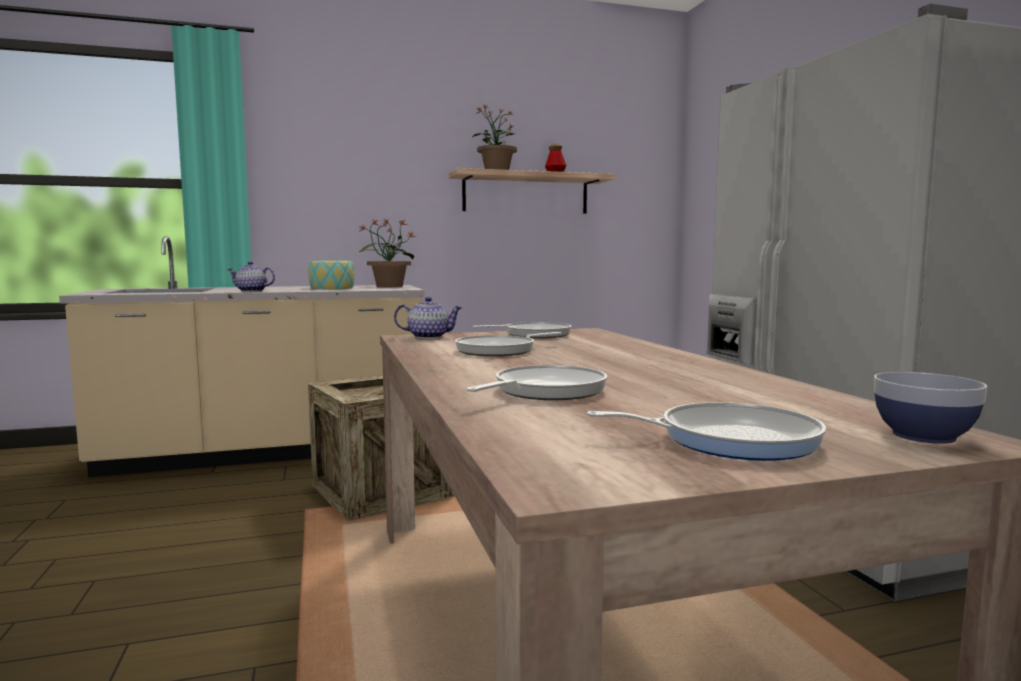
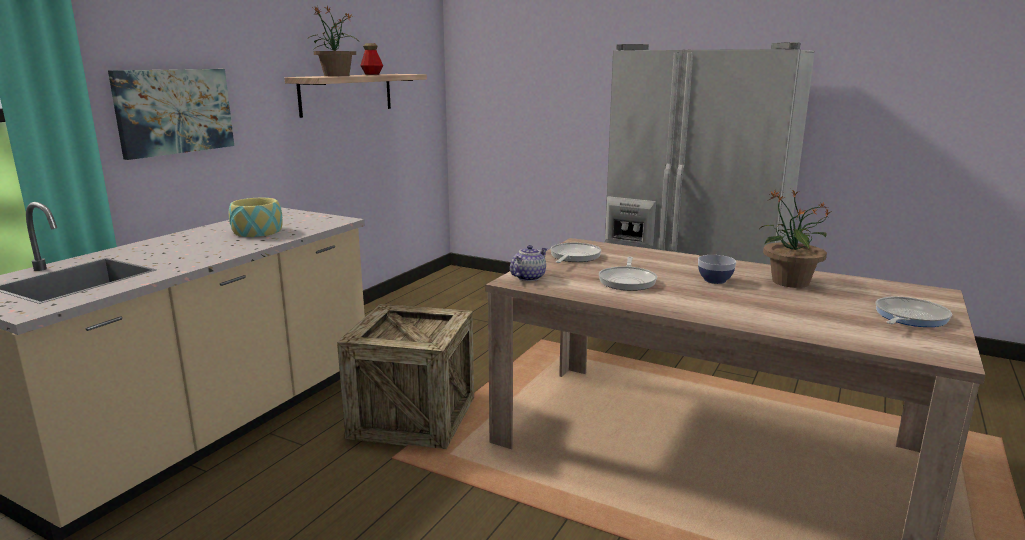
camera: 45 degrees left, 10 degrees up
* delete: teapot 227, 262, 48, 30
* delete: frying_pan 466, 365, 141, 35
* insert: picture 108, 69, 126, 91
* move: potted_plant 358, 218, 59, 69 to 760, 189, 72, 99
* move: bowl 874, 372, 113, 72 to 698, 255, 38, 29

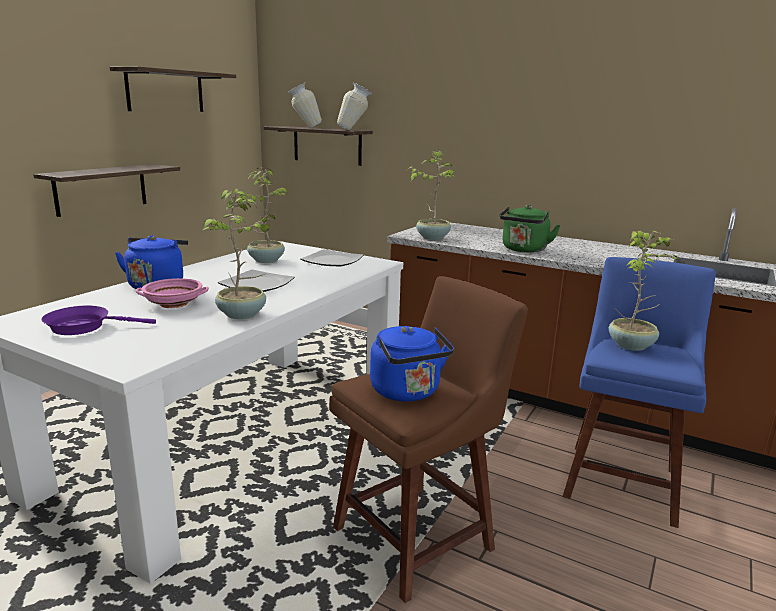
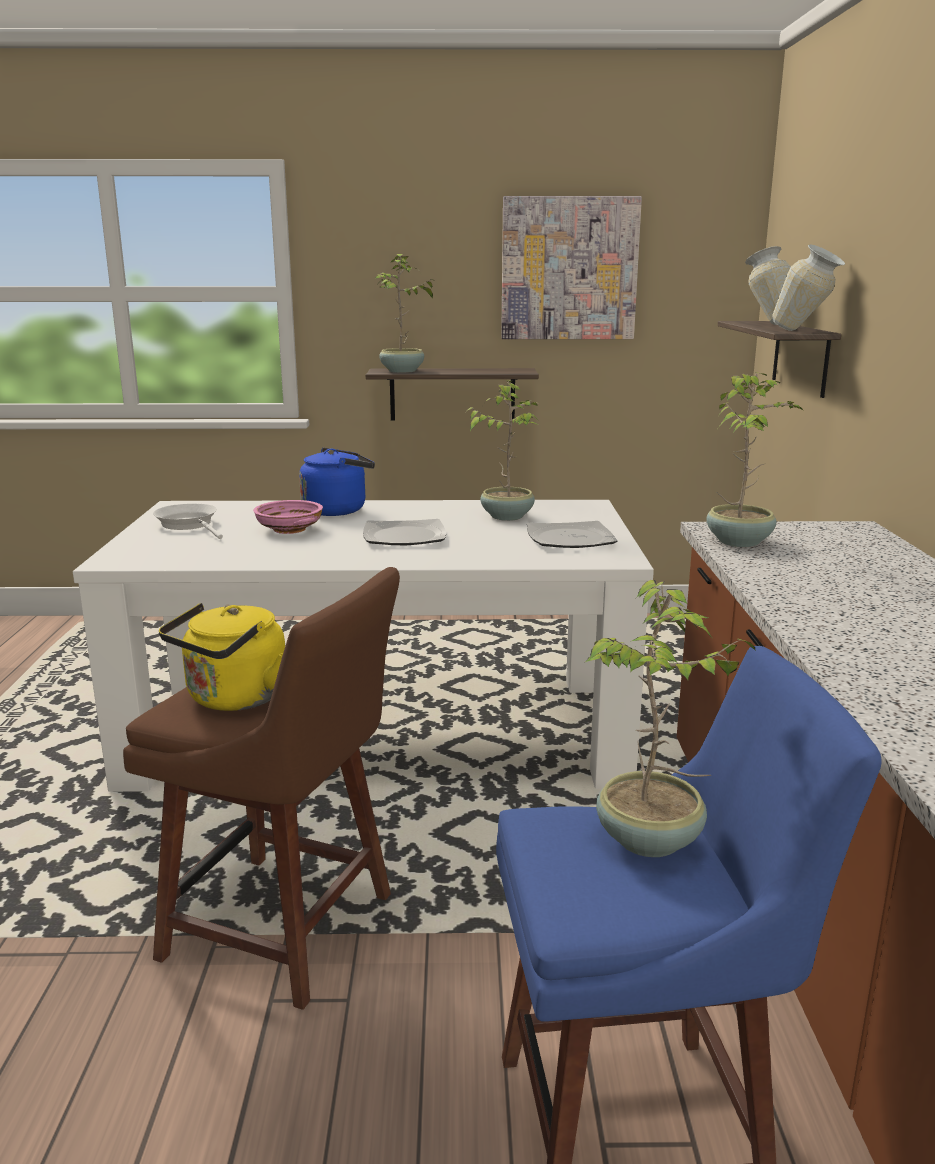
camera: 60 degrees right, 0 degrees up
* delete: green_kettle 499, 205, 62, 48
* move: potted_plant 202, 190, 73, 129 to 375, 254, 58, 119
* replace: shelf 110, 67, 126, 45 to picture 501, 196, 141, 143
* recolor: purple_frying_pan 41, 306, 115, 29 to white_frying_pan 153, 504, 70, 35
* recolor: blue_kettle 370, 326, 84, 76 to yellow_kettle 159, 603, 126, 108

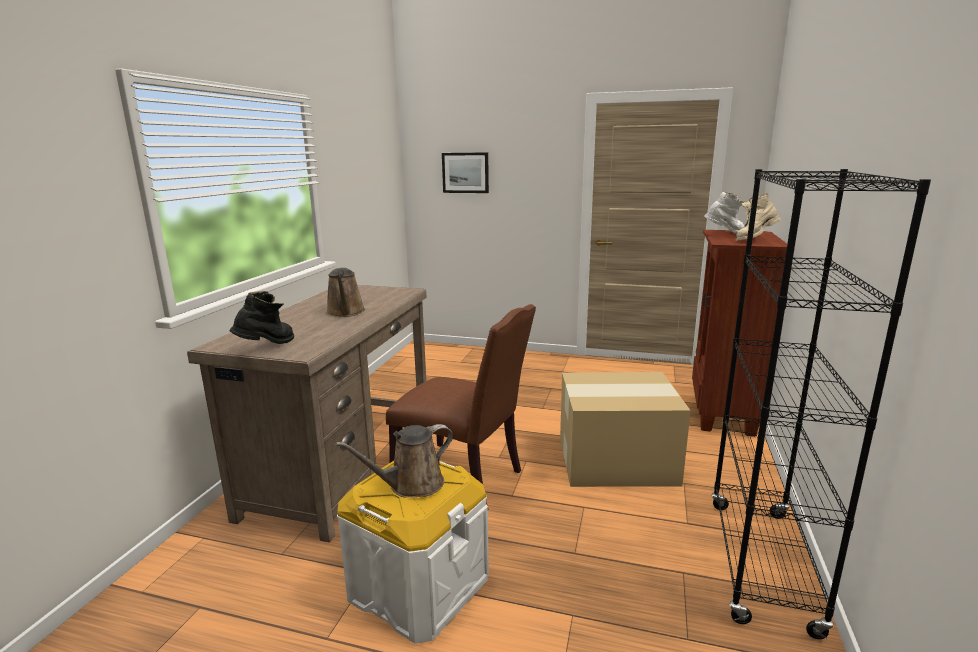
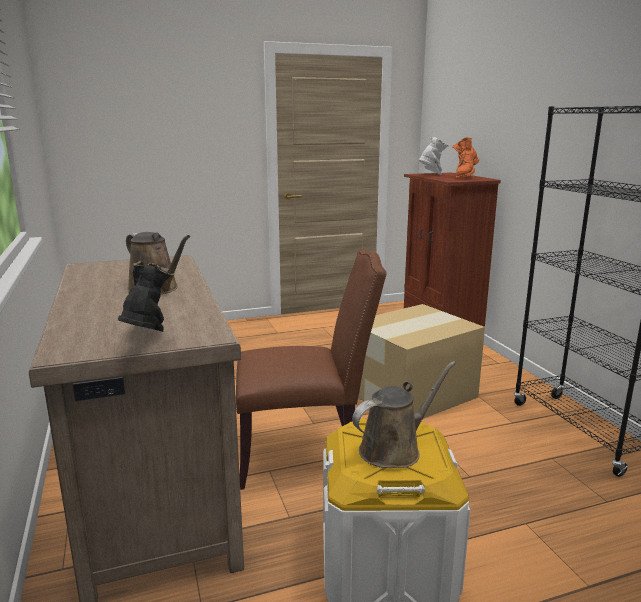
camera: 35 degrees left, 0 degrees up
* delete: picture 442, 152, 47, 41
* recolor: beige_boot 736, 193, 45, 48 to orange_boot 452, 137, 27, 42
* rotate: brown_watering_can 335, 424, 118, 73 = 352, 361, 104, 107 150 degrees counterclockwise

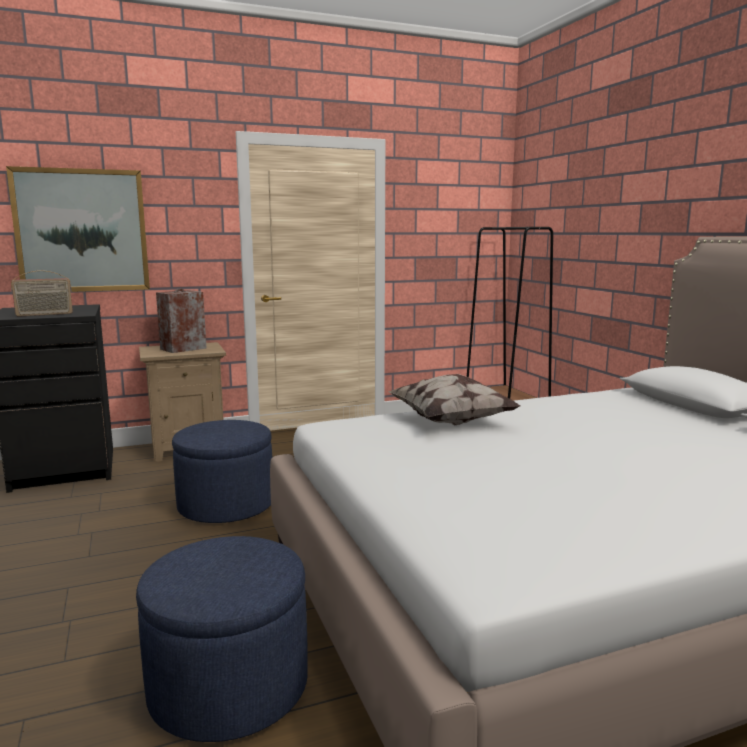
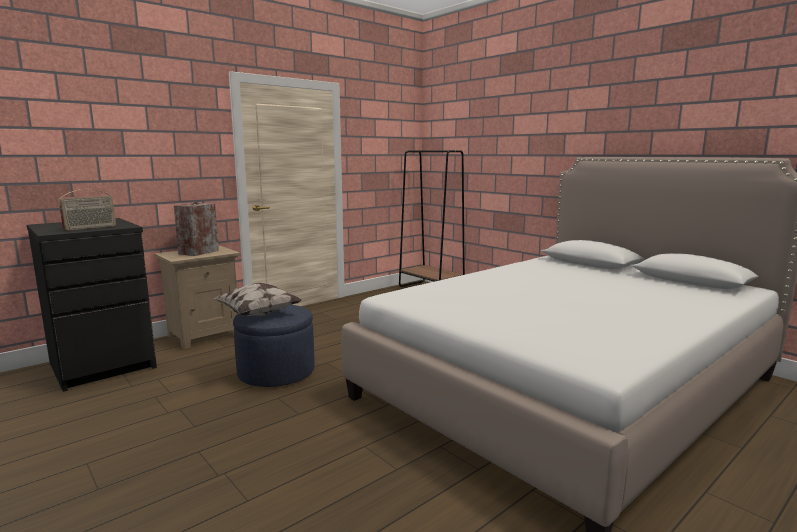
camera: 20 degrees left, 0 degrees up
* delete: picture 6, 166, 144, 126
* delete: blue_ottoman 136, 536, 172, 206
* move: pillow 389, 374, 131, 51 to 213, 282, 89, 35

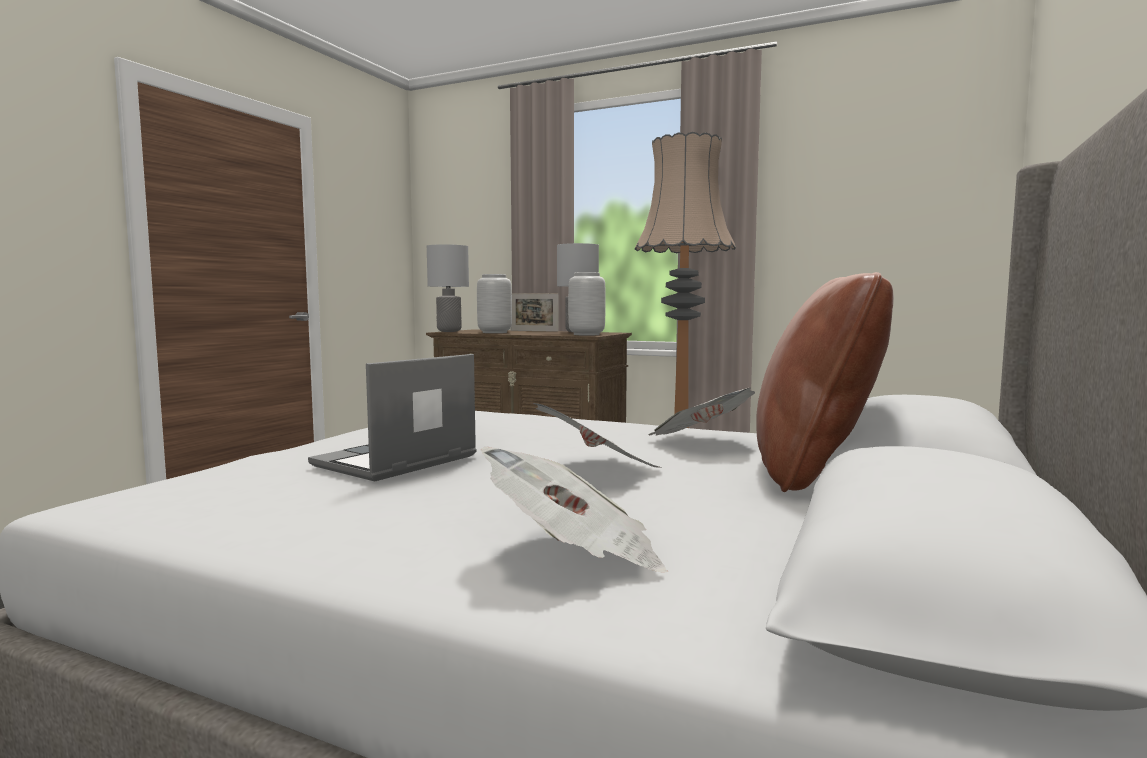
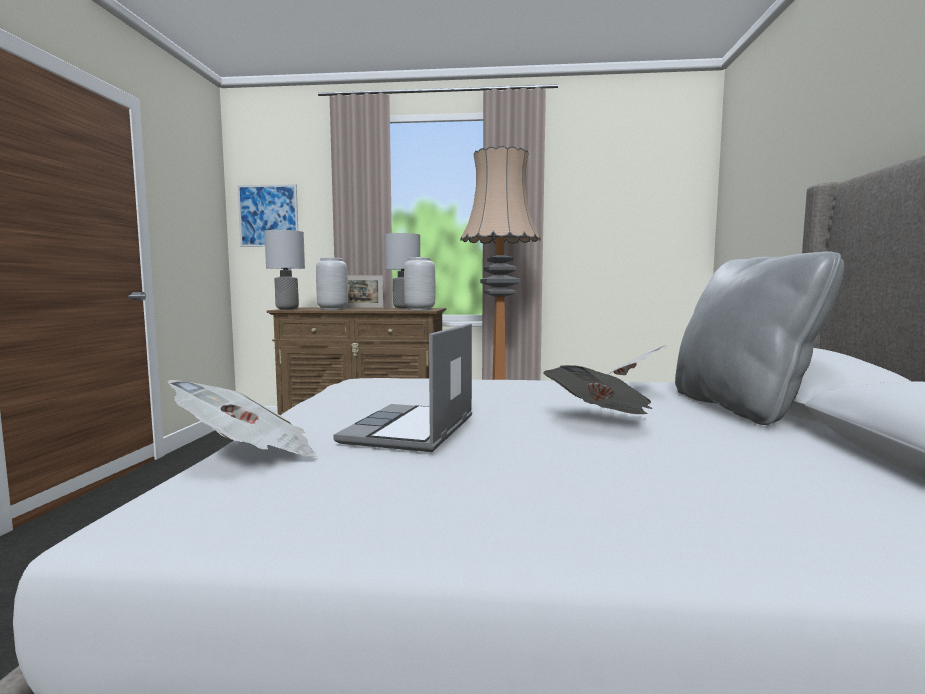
camera: 20 degrees left, 0 degrees up
* insert: picture 237, 184, 61, 63
* move: newspaper 481, 447, 188, 126 to 167, 380, 150, 77
* recolor: brown_pillow 756, 272, 138, 220 to grey_pillow 675, 251, 169, 174

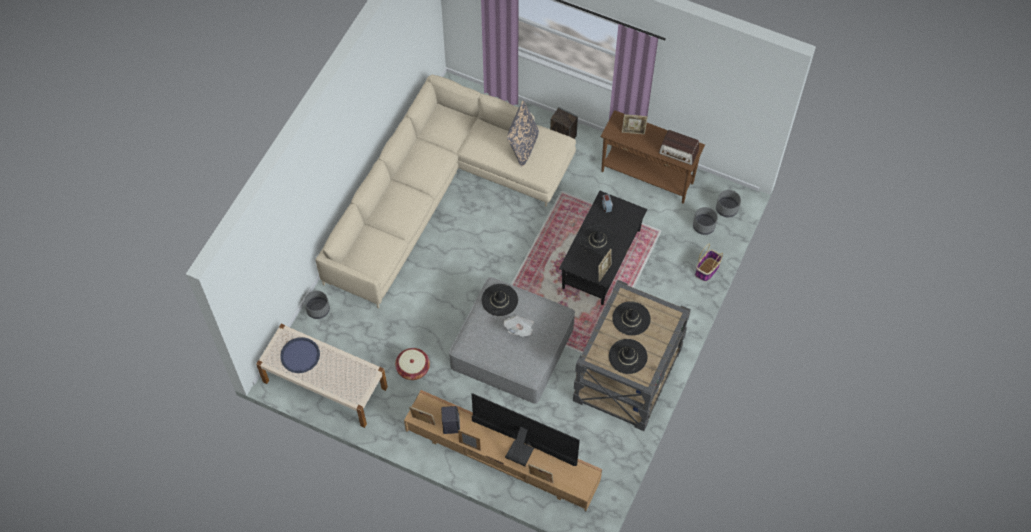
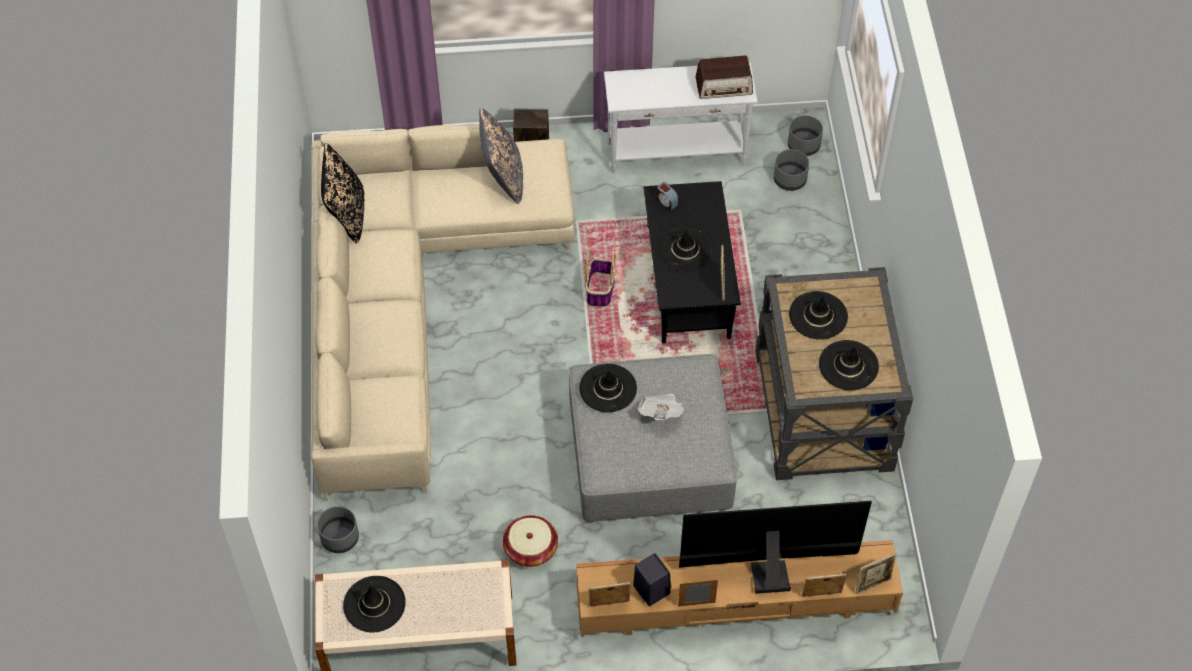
camera: 30 degrees left, 5 degrees down
* insert: black_pillow 321, 143, 44, 101
* move: picture_frame 622, 114, 26, 20 to 856, 553, 41, 41
* move: basket 695, 244, 28, 37 to 586, 249, 29, 58
* replace: blue_tray 280, 337, 40, 36 to black_hat 343, 576, 63, 56
* recolor: brown_console_table 600, 110, 105, 94 to white_console_table 604, 62, 154, 111

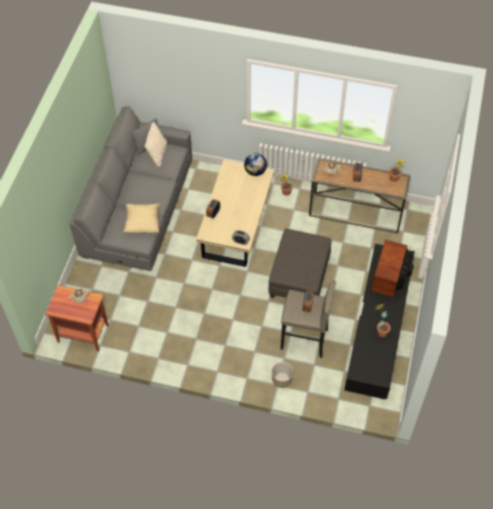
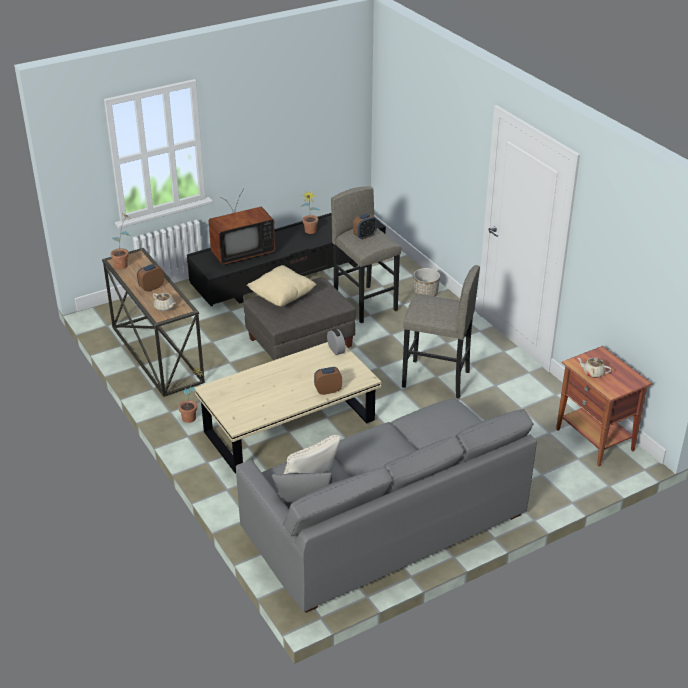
camera: 135 degrees left, 20 degrees down
* delete: globe 244, 153, 23, 23
* insert: grey_stool 402, 265, 78, 134
* move: beige_pillow 124, 203, 37, 30 to 247, 265, 69, 41

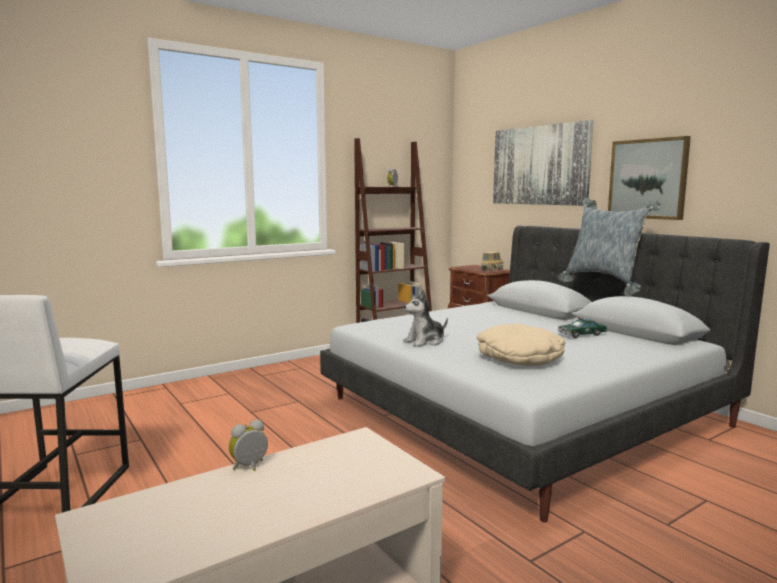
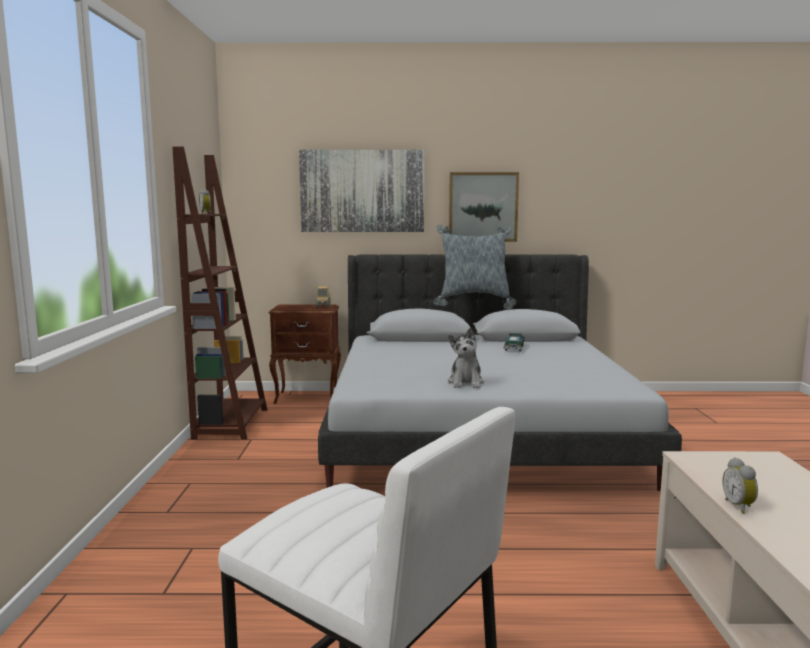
camera: 55 degrees left, 0 degrees up
* delete: beige_pillow 477, 324, 88, 42

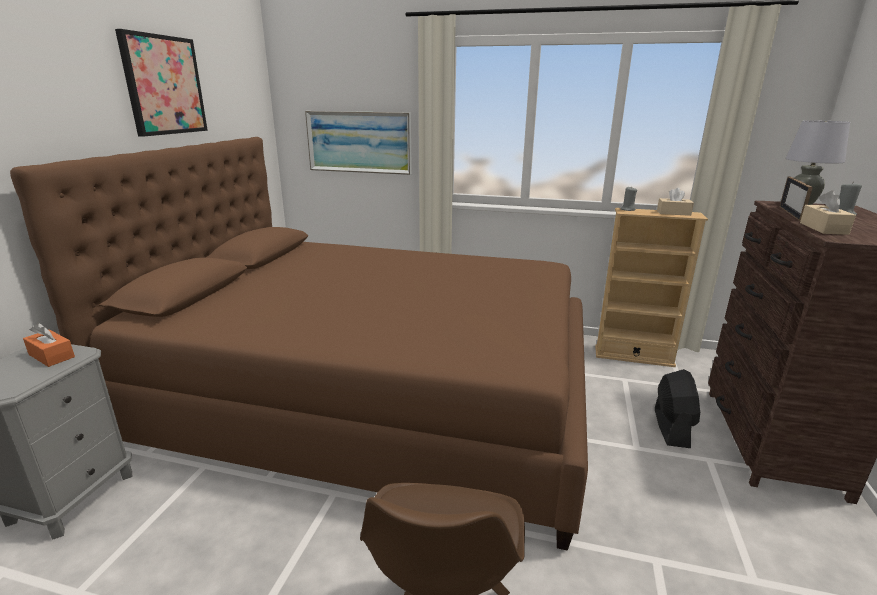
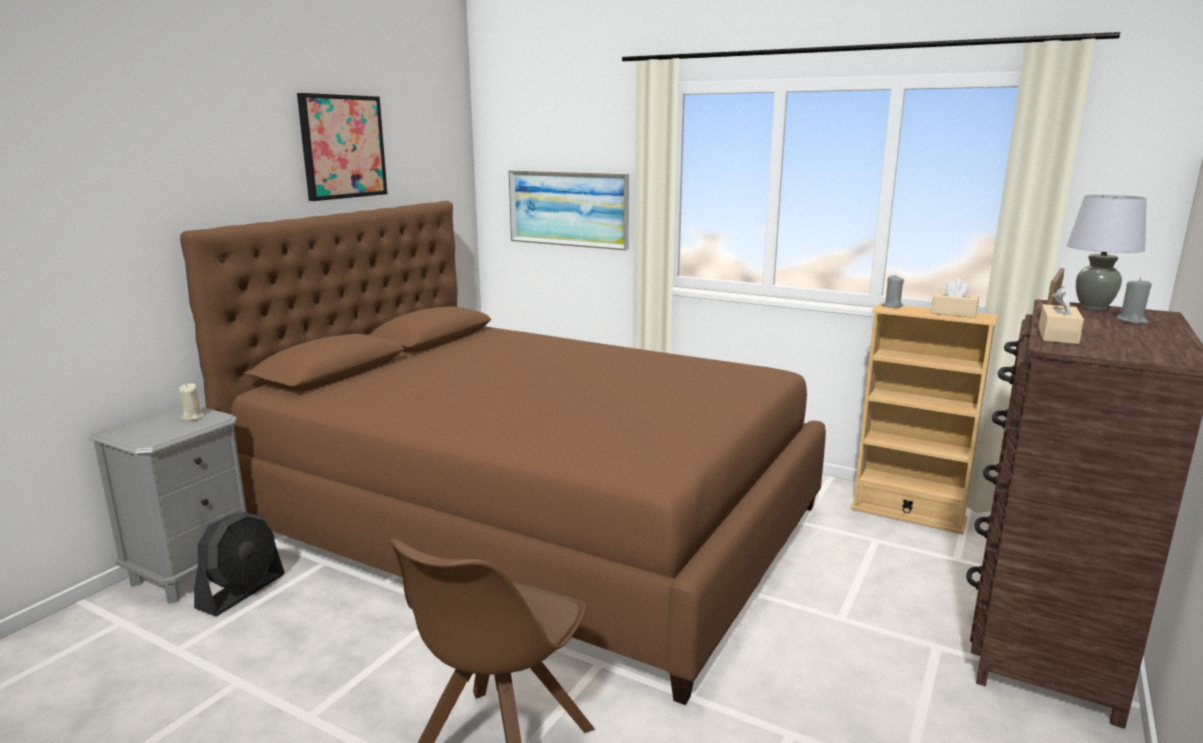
camera: 15 degrees right, 5 degrees down
* move: black_fan 655, 369, 45, 79 to 194, 512, 90, 104
* replace: orange_tissue_box 23, 323, 52, 44 to beige_candle 179, 383, 25, 38

